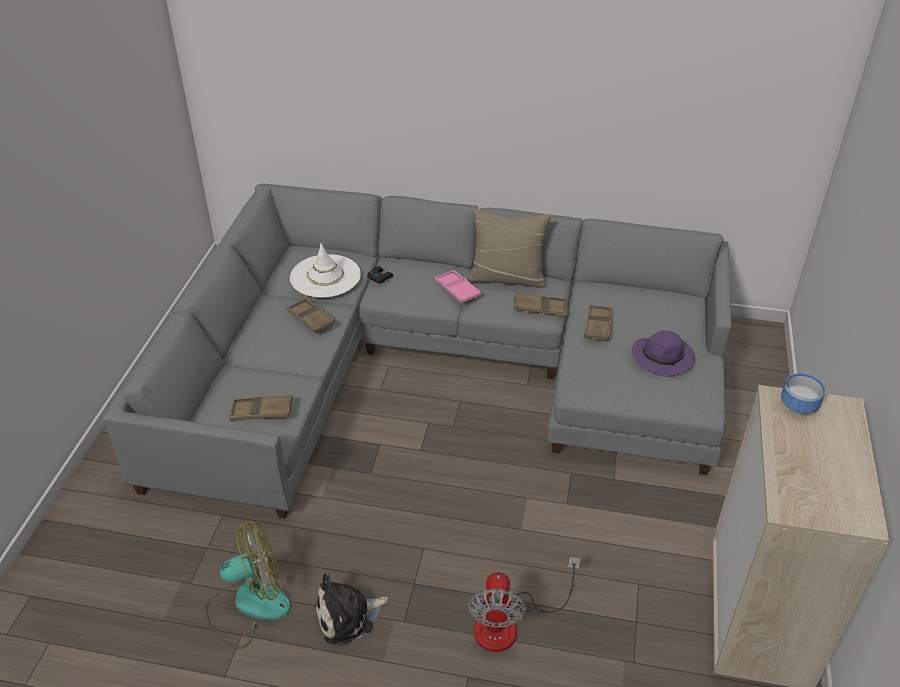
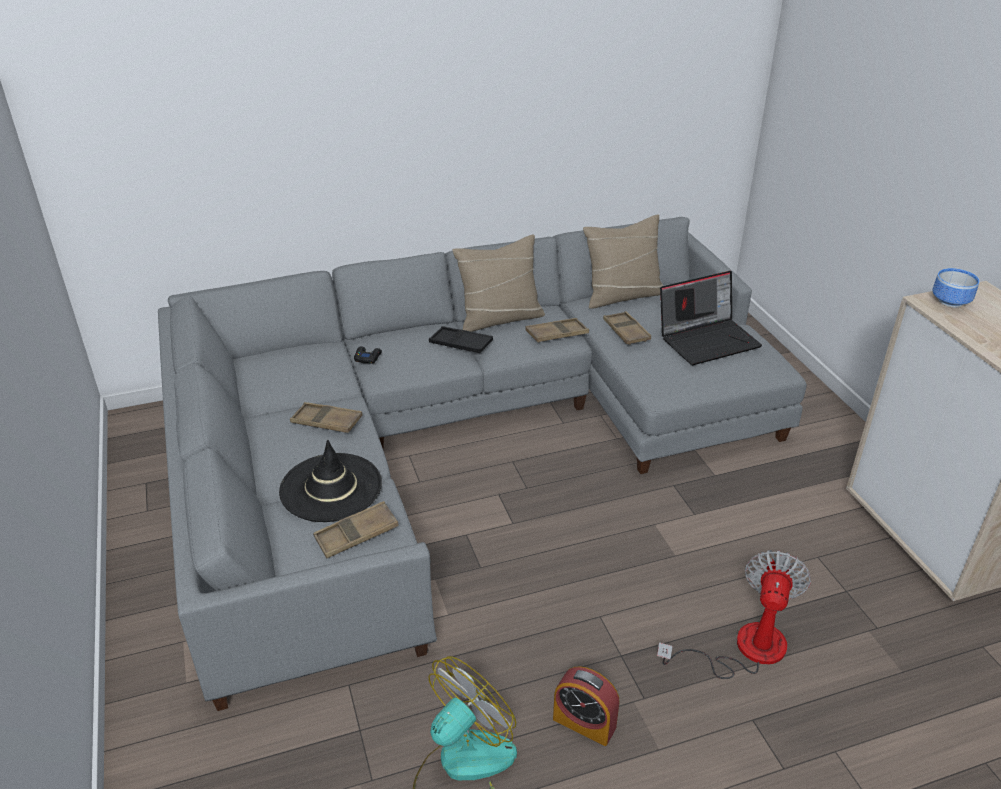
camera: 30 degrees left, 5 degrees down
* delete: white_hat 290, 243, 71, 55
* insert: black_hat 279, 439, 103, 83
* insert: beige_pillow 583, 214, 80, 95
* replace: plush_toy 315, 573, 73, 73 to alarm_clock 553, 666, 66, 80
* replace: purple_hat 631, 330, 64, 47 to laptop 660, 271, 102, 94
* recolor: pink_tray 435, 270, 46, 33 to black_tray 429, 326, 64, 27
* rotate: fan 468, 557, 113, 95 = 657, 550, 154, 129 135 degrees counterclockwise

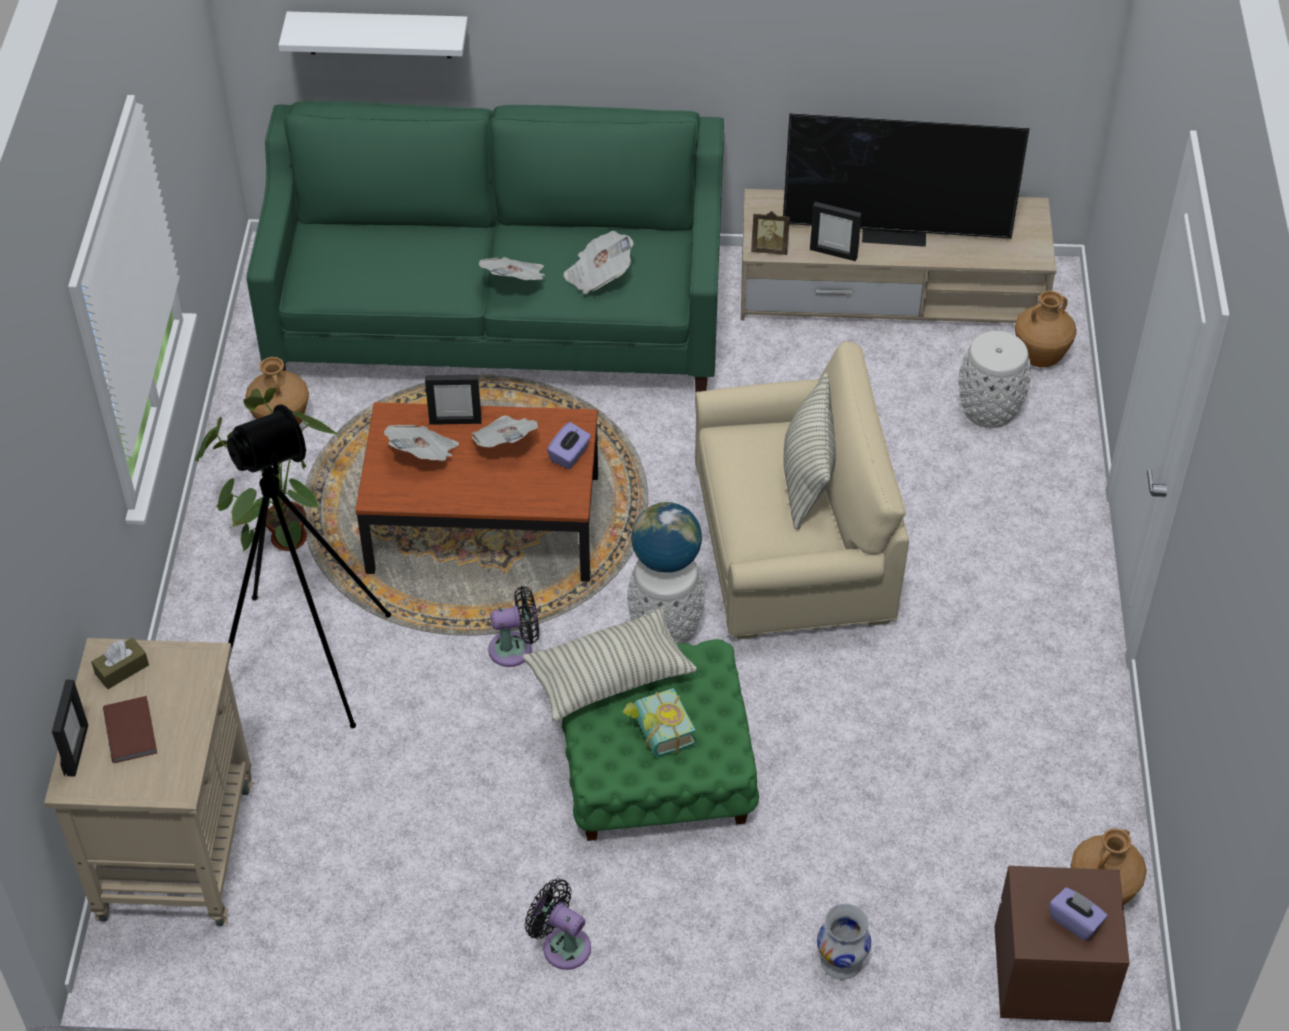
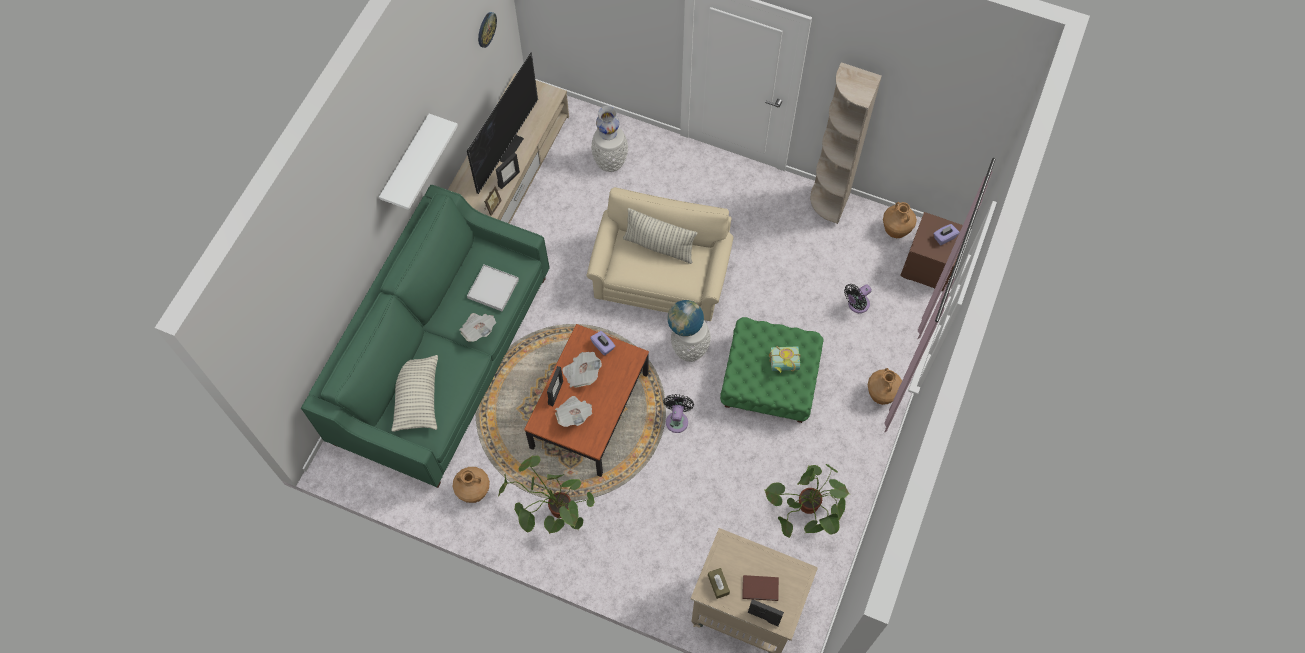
camera: 70 degrees left, 15 degrees up
* delete: black_floor_lamp 227, 404, 164, 324
* insert: wall_clock 478, 12, 19, 36
* insert: potted_plant 765, 464, 85, 74
* insert: beige_bookcase 810, 62, 72, 162
* move: white_shelf 279, 11, 189, 47 to 379, 114, 79, 96
* move: pillow 523, 608, 174, 114 to 391, 355, 47, 77
* move: black_fan 525, 879, 66, 91 to 844, 284, 28, 29
* move: white_vase 817, 904, 54, 75 to 596, 106, 24, 34
* move: brown_vase 1015, 291, 62, 76 to 868, 368, 34, 37
* replace: newspaper 564, 231, 70, 64 to white_tray 467, 265, 52, 47

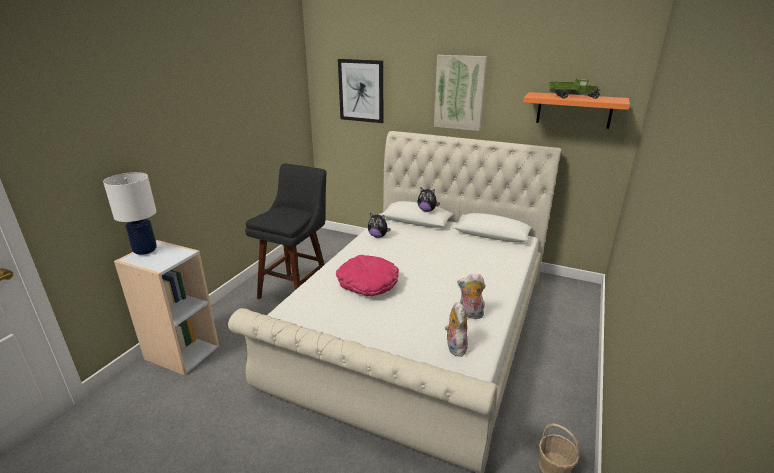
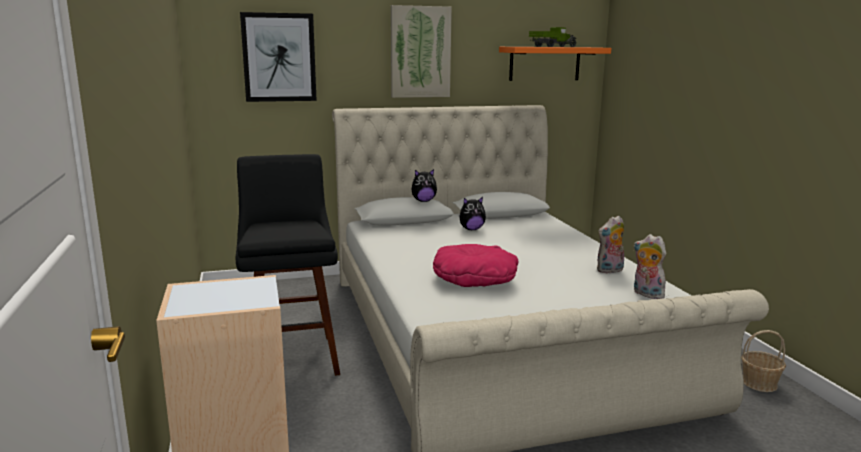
camera: 40 degrees left, 10 degrees down
* delete: white_table_lamp 103, 172, 54, 83
* move: plush_toy 368, 213, 23, 25 to 459, 197, 27, 33

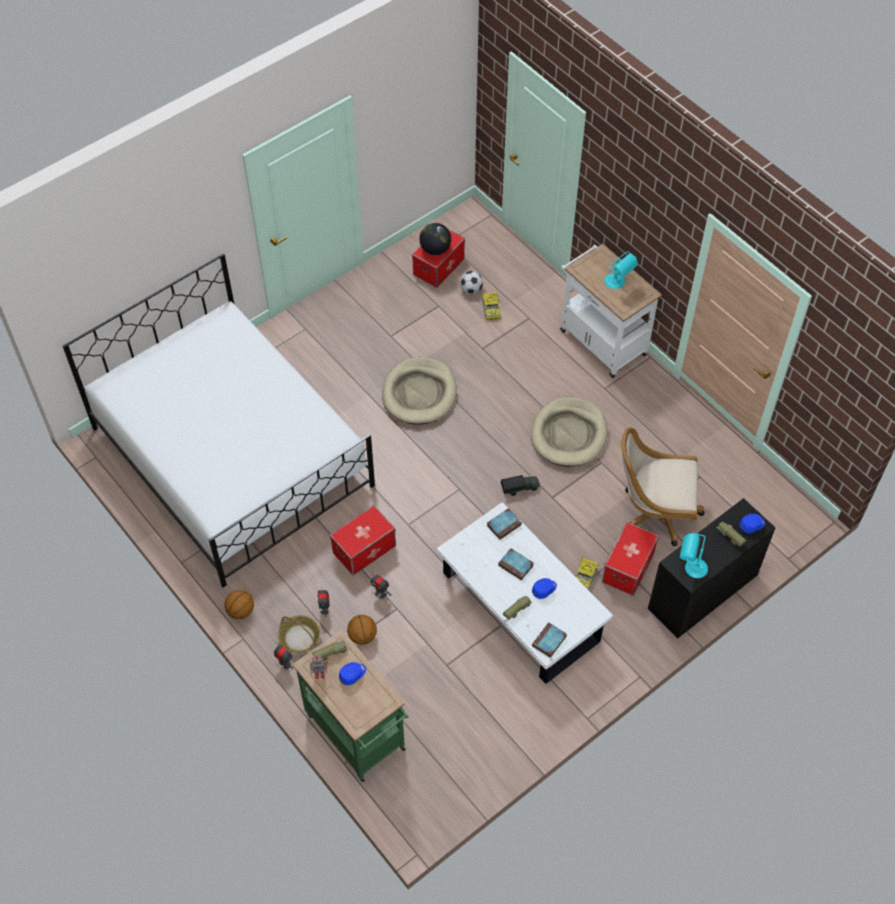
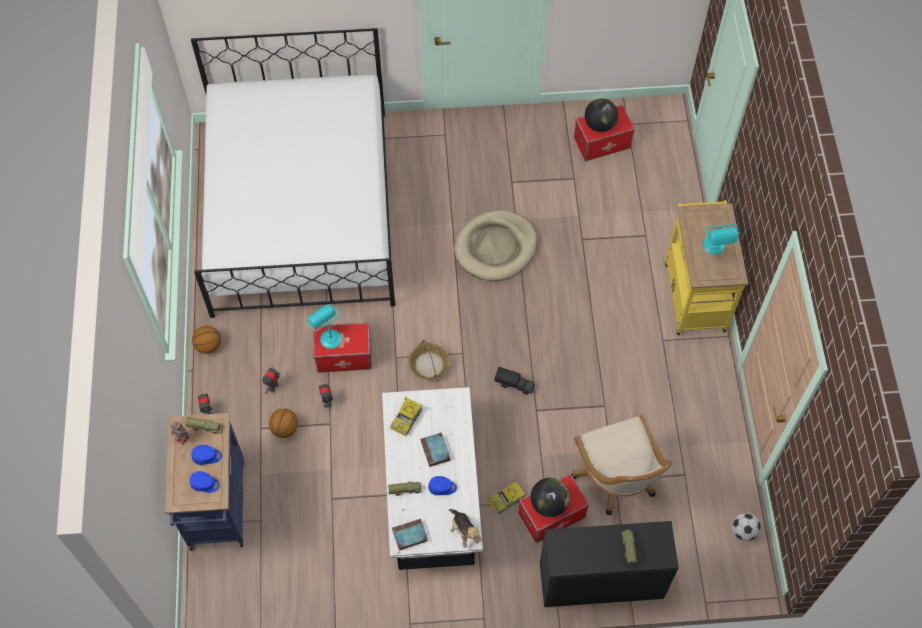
camera: 35 degrees right, 5 degrees up
* delete: book 487, 508, 35, 32
* delete: beige_dog_bed 531, 397, 77, 70
* insert: plush_toy 449, 509, 33, 39
* insert: globe 531, 478, 39, 39
* move: basket 278, 615, 42, 39 to 408, 339, 42, 41
* move: football 460, 271, 23, 23 to 732, 513, 29, 28
* move: toy_car 482, 292, 19, 29 to 390, 396, 32, 40
* move: turquoise_table_lamp 680, 532, 28, 46 to 308, 304, 34, 45
* move: blue_cap 740, 514, 25, 19 to 190, 471, 30, 22
* recolor: green_cart 292, 630, 117, 152 to blue_cart 165, 413, 80, 138
* recolor: white_cart 560, 244, 102, 134 to yellow_cart 665, 200, 84, 135
* rotate: office_chair 621, 427, 84, 119 = 571, 415, 101, 100 150 degrees counterclockwise

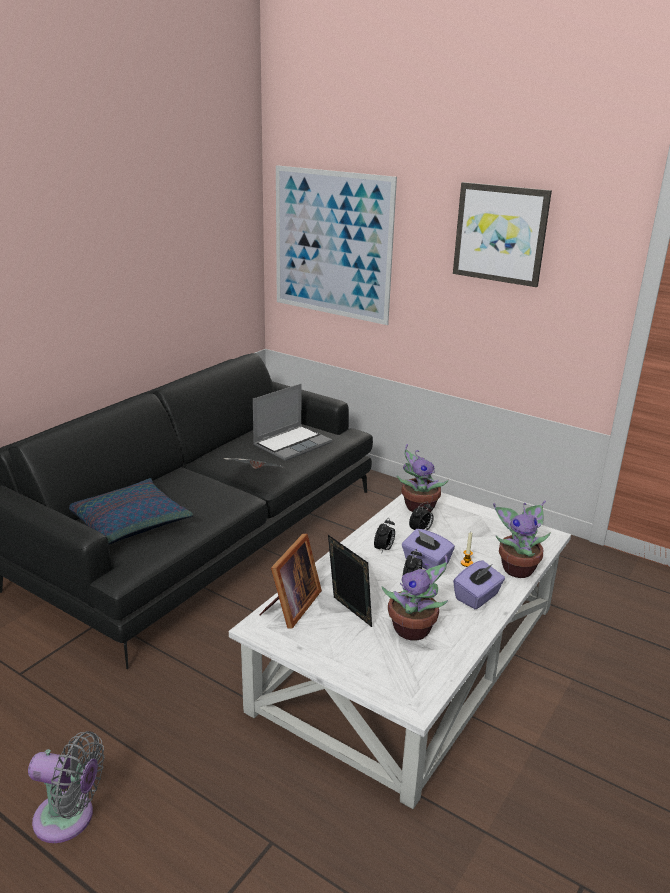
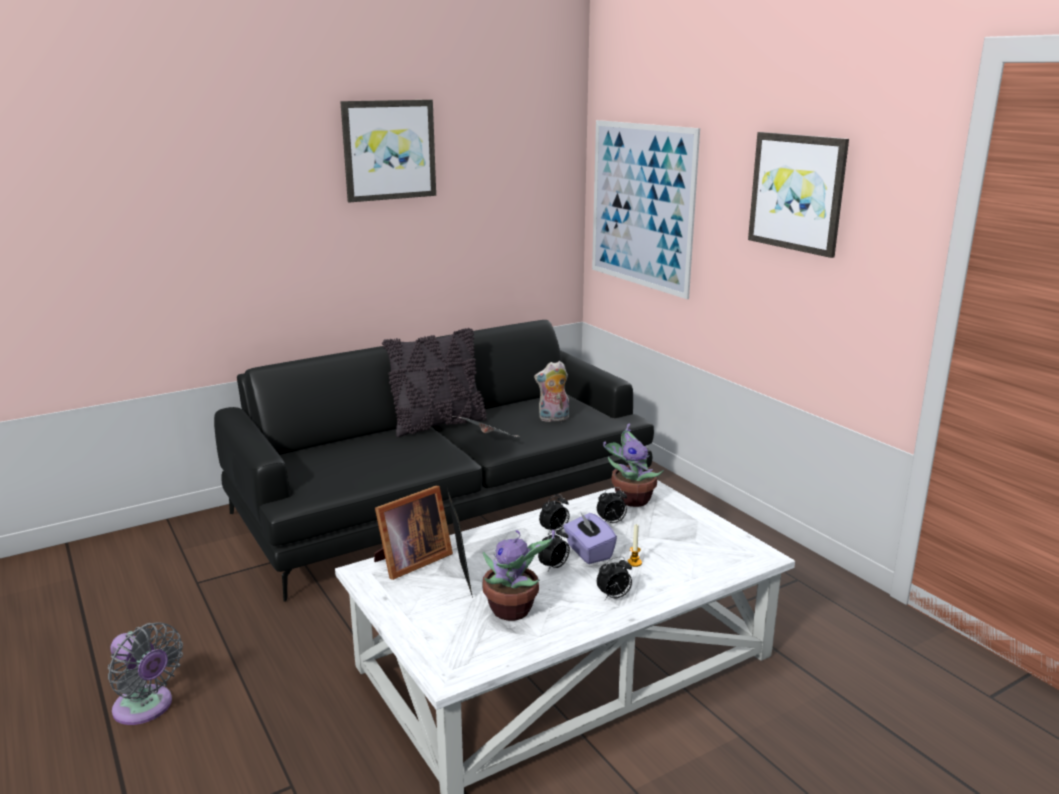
camera: 25 degrees right, 5 degrees down
* delete: blue_pillow 69, 478, 124, 66
* delete: potted_plant 493, 500, 58, 78
* insert: picture 340, 100, 96, 103
* insert: black_pillow 382, 328, 105, 109
* replace: laptop 253, 384, 79, 77 to plush_toy 534, 361, 35, 61
* replace: purple_tissue_box 453, 560, 52, 49 to alarm_clock 597, 557, 35, 43

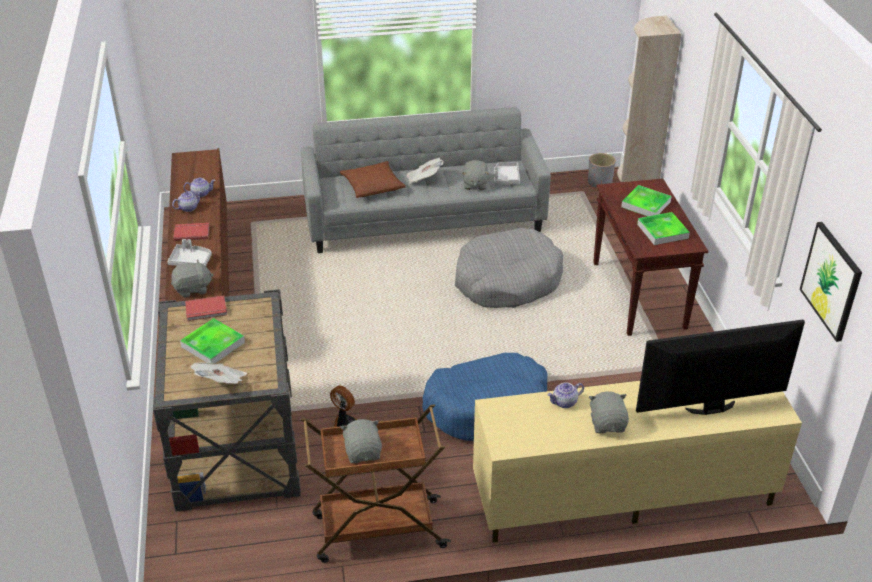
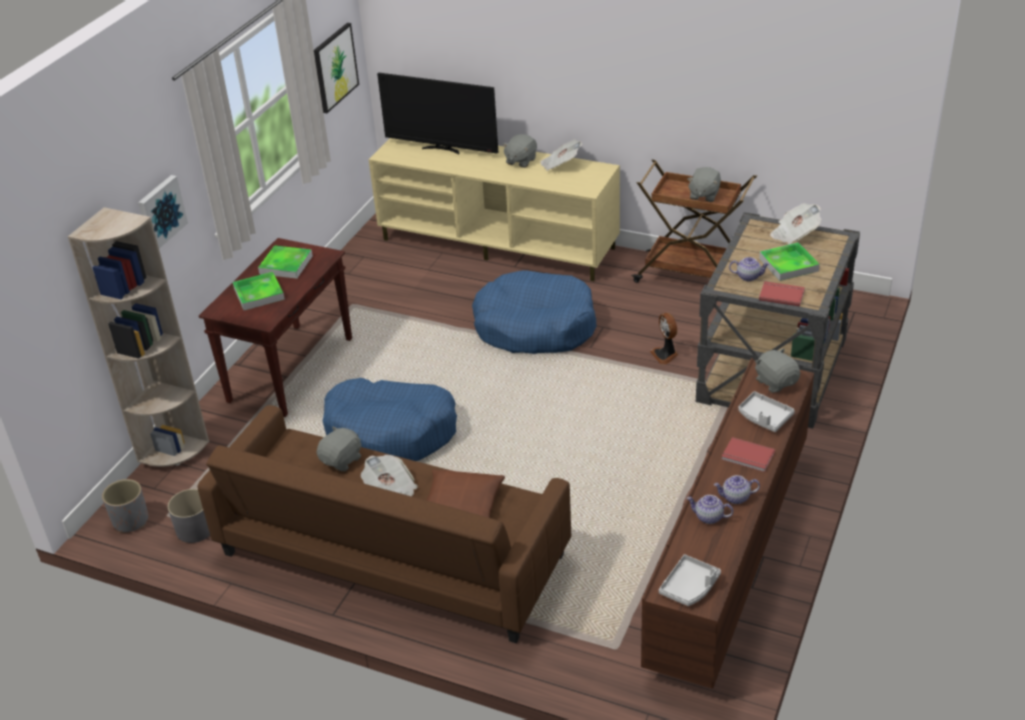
camera: 145 degrees left, 0 degrees up
* insert: picture 138, 175, 50, 74
* insert: grey_planter 168, 489, 42, 54
* insert: newspaper 540, 139, 42, 32
* move: grey_tray 494, 163, 26, 21 to 659, 554, 62, 52
* move: teapot 547, 382, 37, 26 to 729, 257, 41, 24
* recolor: grey_sofa 301, 107, 250, 146 to brown_sofa 198, 405, 373, 238
* recolor: grey_dog_bed 455, 228, 108, 80 to blue_dog_bed 323, 378, 134, 83
* rotate: grey_plush_toy 171, 260, 42, 38 = 755, 348, 45, 45 45 degrees clockwise

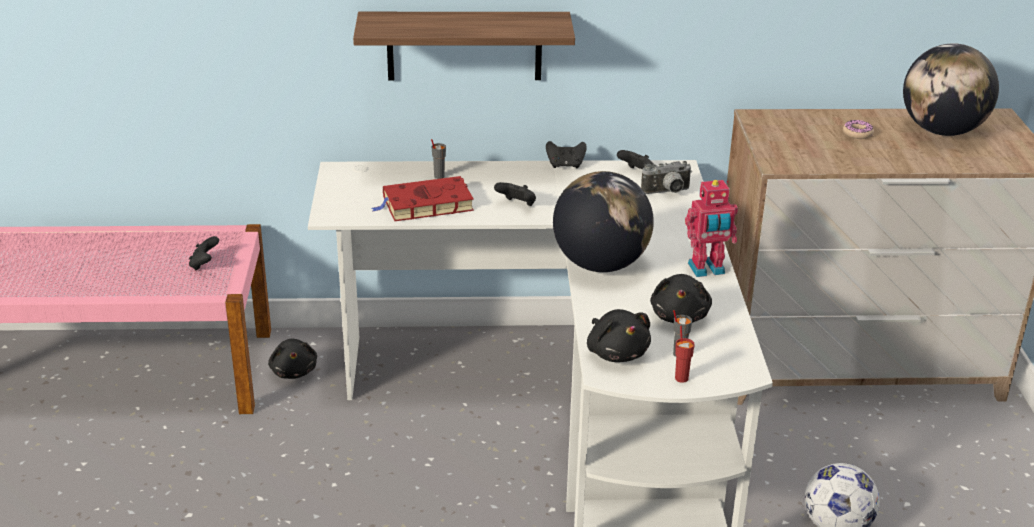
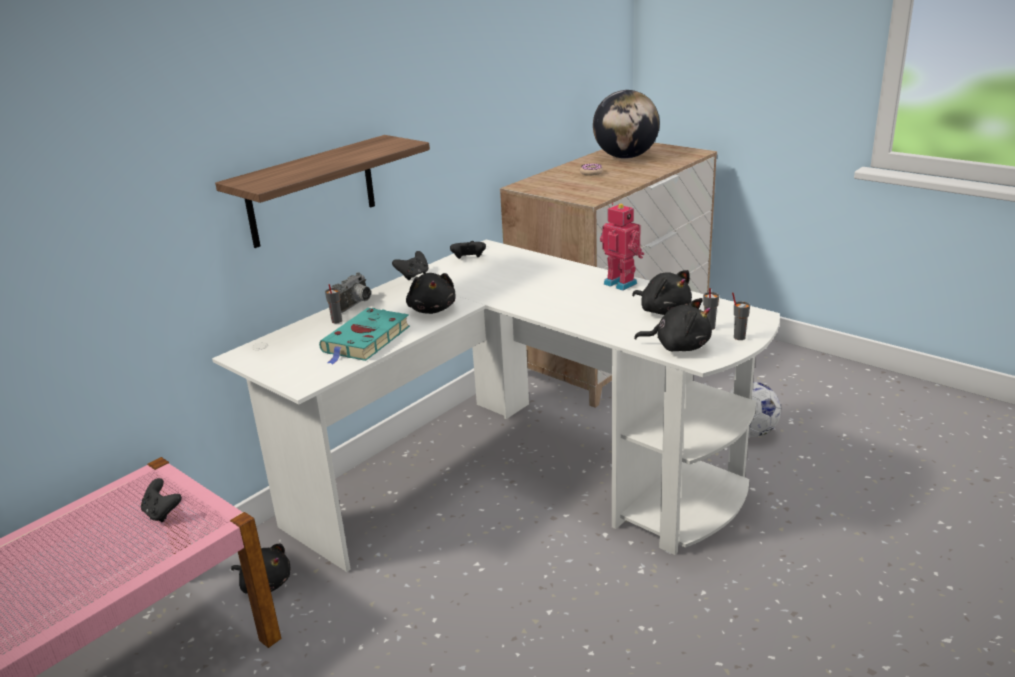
camera: 45 degrees left, 5 degrees down
* delete: globe 553, 171, 101, 101
* move: photo_camera 641, 161, 51, 33 to 332, 273, 39, 40
* replace: black_game_controller 494, 182, 42, 24 to black_plush_toy 406, 273, 50, 41
* recolor: red_book 371, 176, 103, 45 to turquoise_book 319, 308, 91, 57
* recolor: red_cup 675, 326, 20, 57 to grey_cup 732, 292, 18, 48
* rotate: toy_robot 685, 180, 53, 97 = 600, 203, 44, 88 75 degrees counterclockwise

